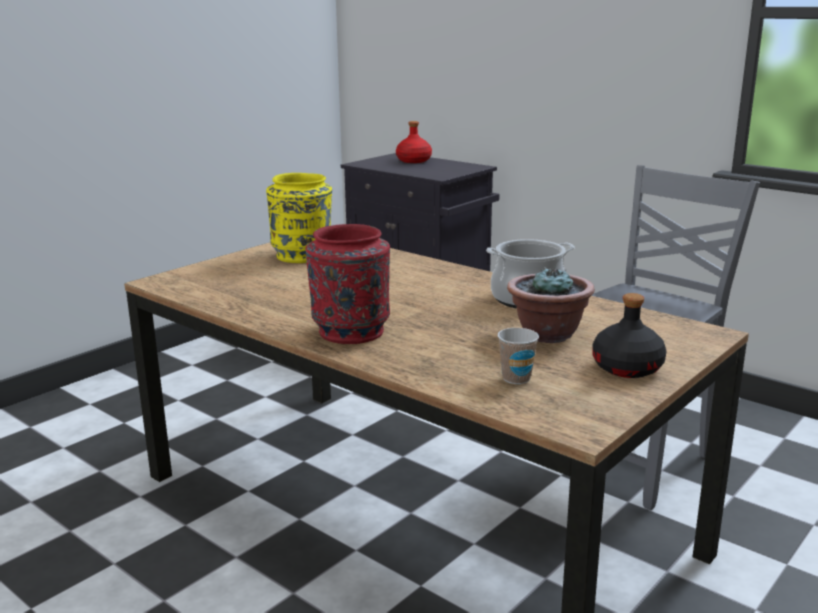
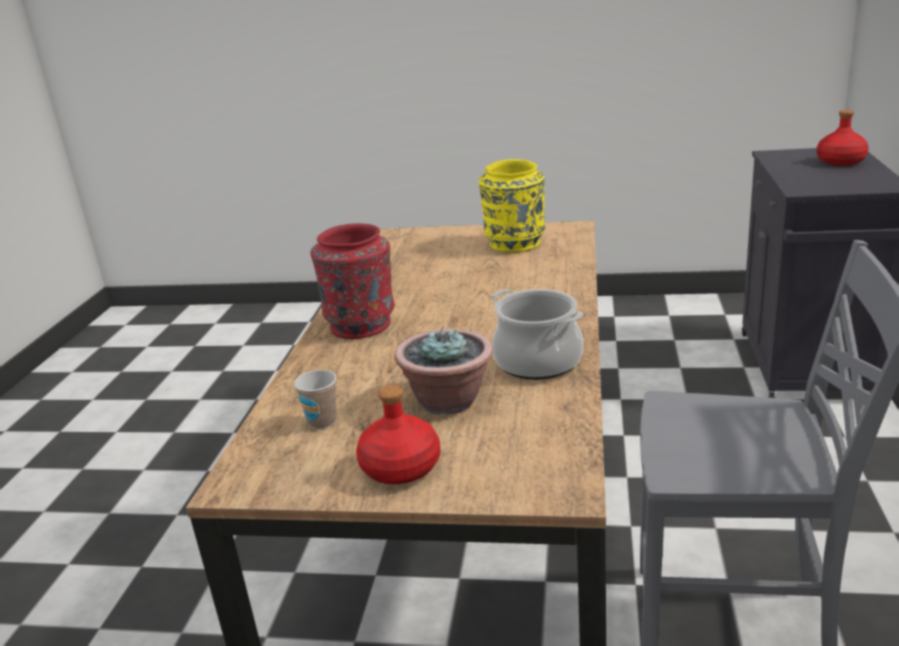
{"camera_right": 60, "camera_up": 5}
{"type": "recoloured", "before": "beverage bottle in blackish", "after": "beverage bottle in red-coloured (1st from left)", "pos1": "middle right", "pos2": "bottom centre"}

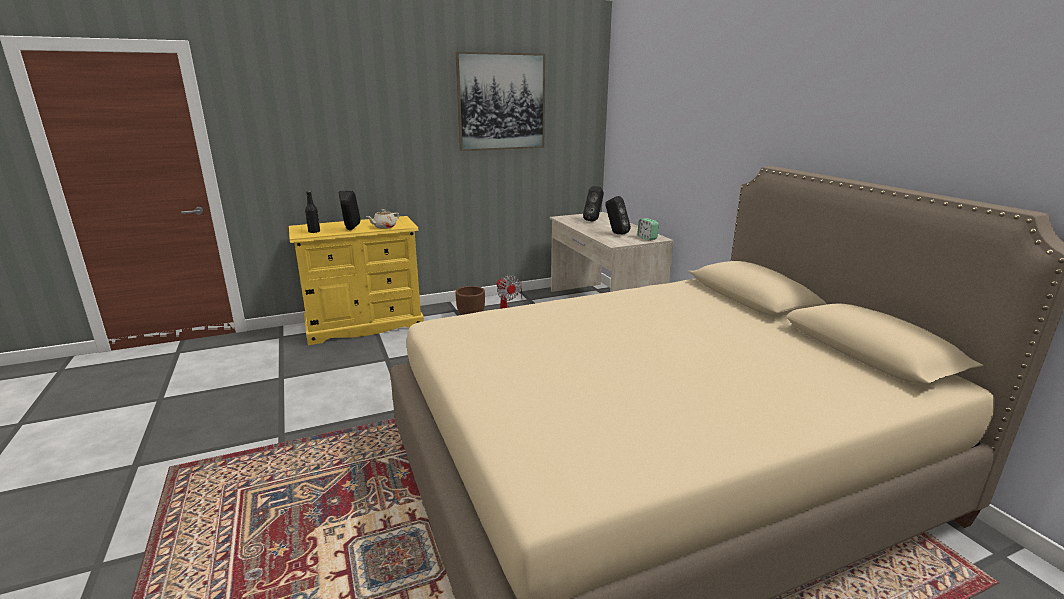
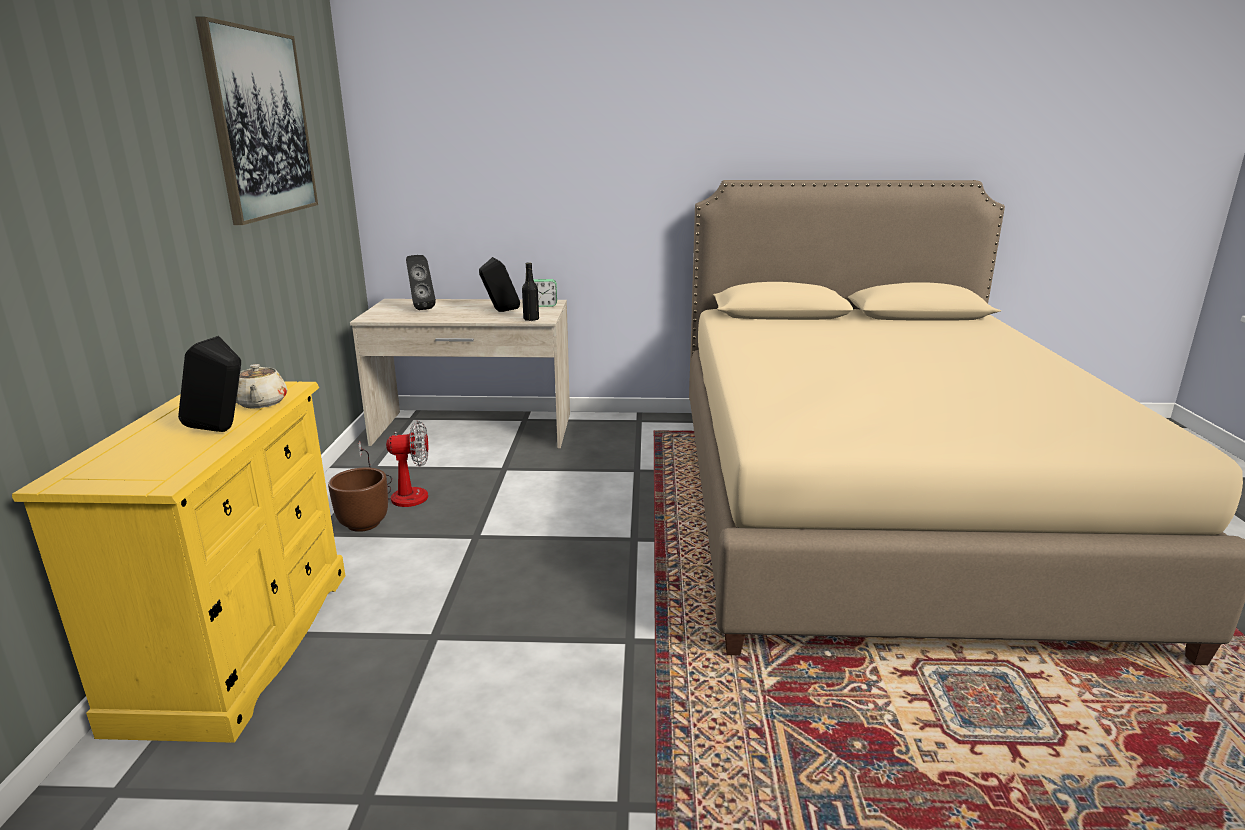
{"camera_right": -65, "camera_up": 0}
{"type": "moved", "before": "beverage bottle in blackish", "pos1": "middle left", "pos2": "centre"}

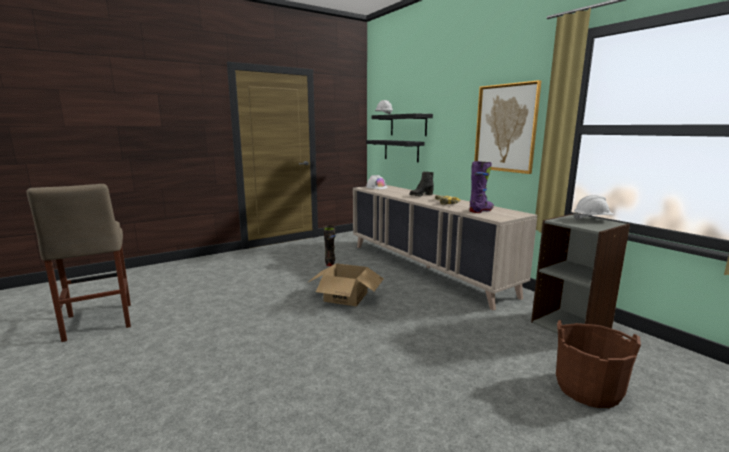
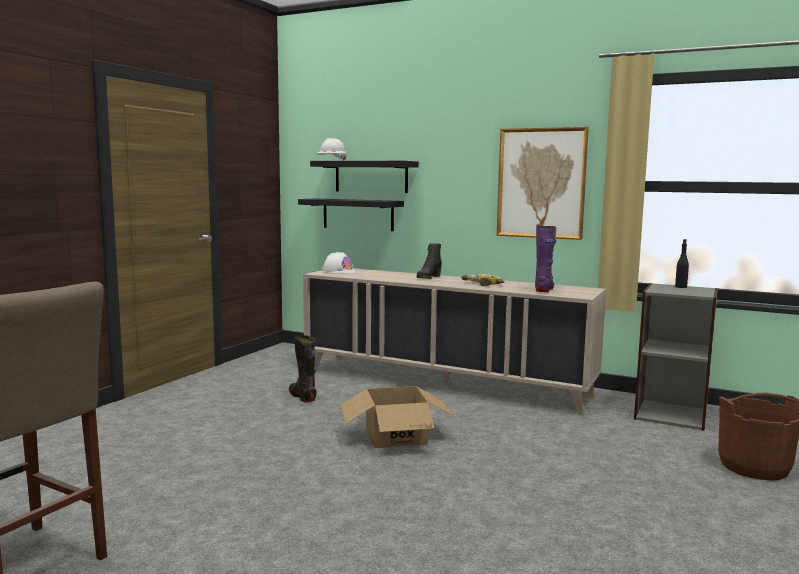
{"camera_right": -30, "camera_up": -5}
{"type": "replaced", "before": "hard hat in white (3rd from left)", "after": "beverage bottle in blackish", "pos1": "middle right", "pos2": "middle right"}

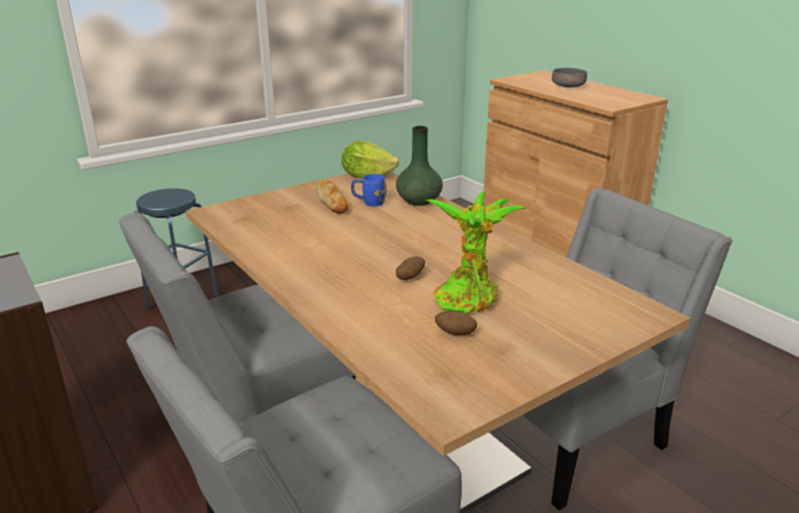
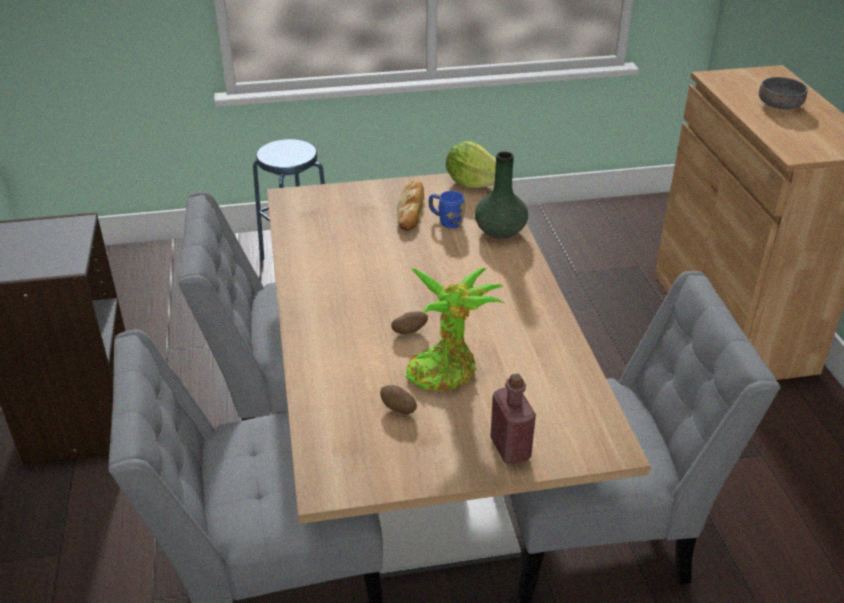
{"camera_right": 25, "camera_up": 10}
{"type": "added", "after": "beverage bottle in red-coloured", "pos2": "bottom centre"}

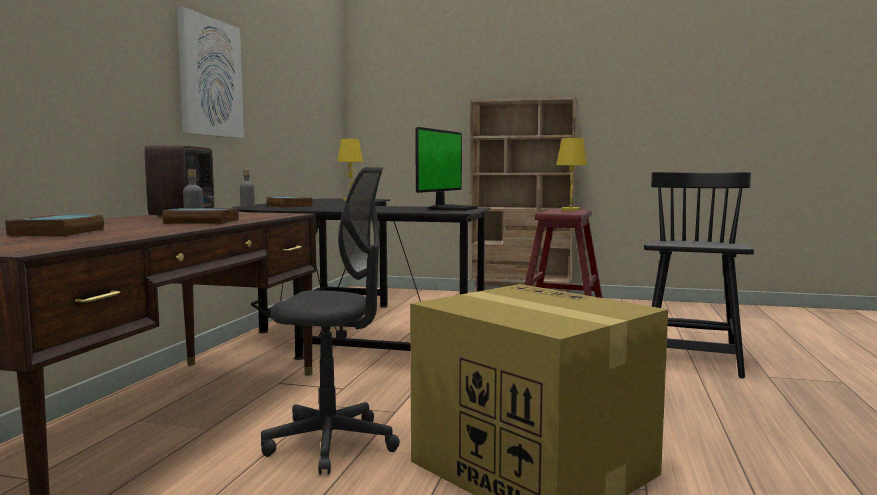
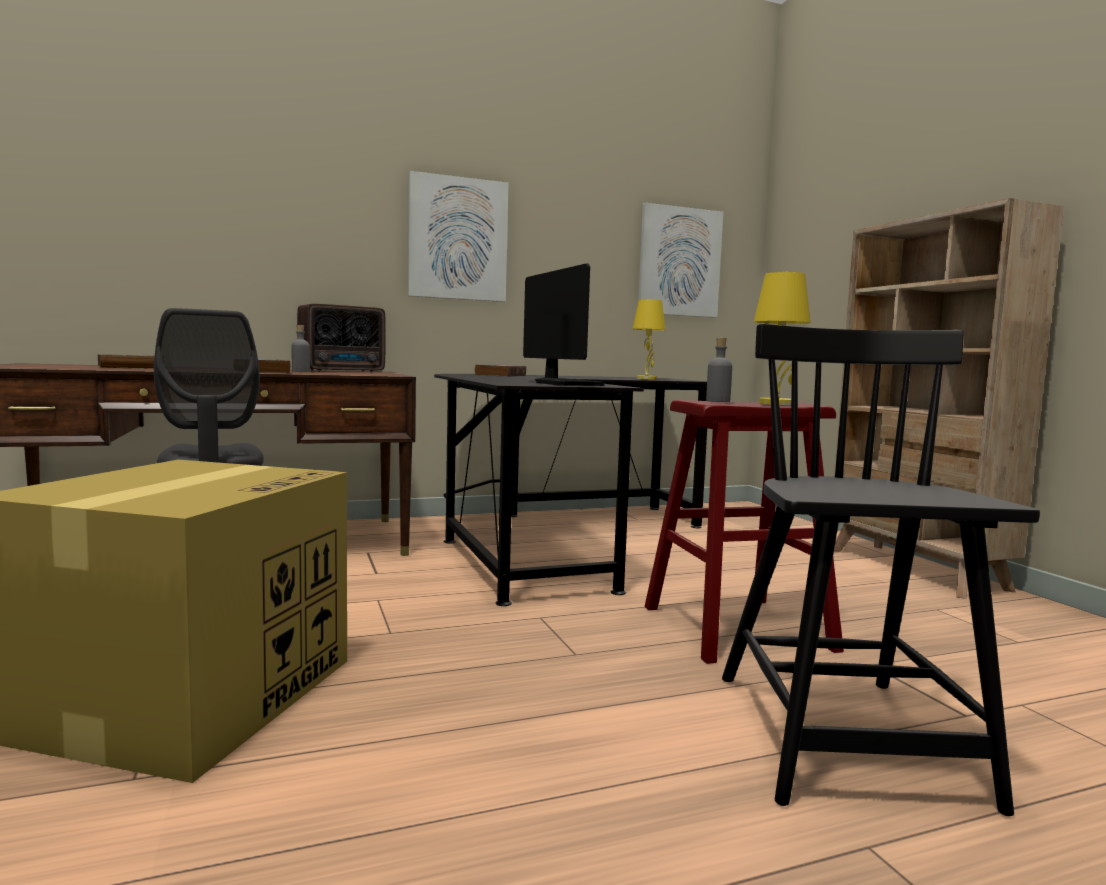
{"camera_right": 55, "camera_up": 0}
{"type": "turned", "before": "computer display", "pos1": "centre", "pos2": "centre", "turn": -105}
{"type": "moved", "before": "beverage bottle in greyish (2nd from left)", "pos1": "middle left", "pos2": "centre"}
{"type": "turned", "before": "upright chair in blackish", "pos1": "middle right", "pos2": "middle right", "turn": -75}
{"type": "added", "after": "wall picture (2nd from left)", "pos2": "top centre"}

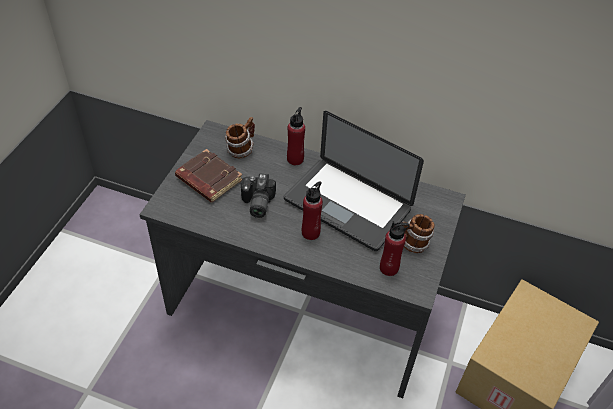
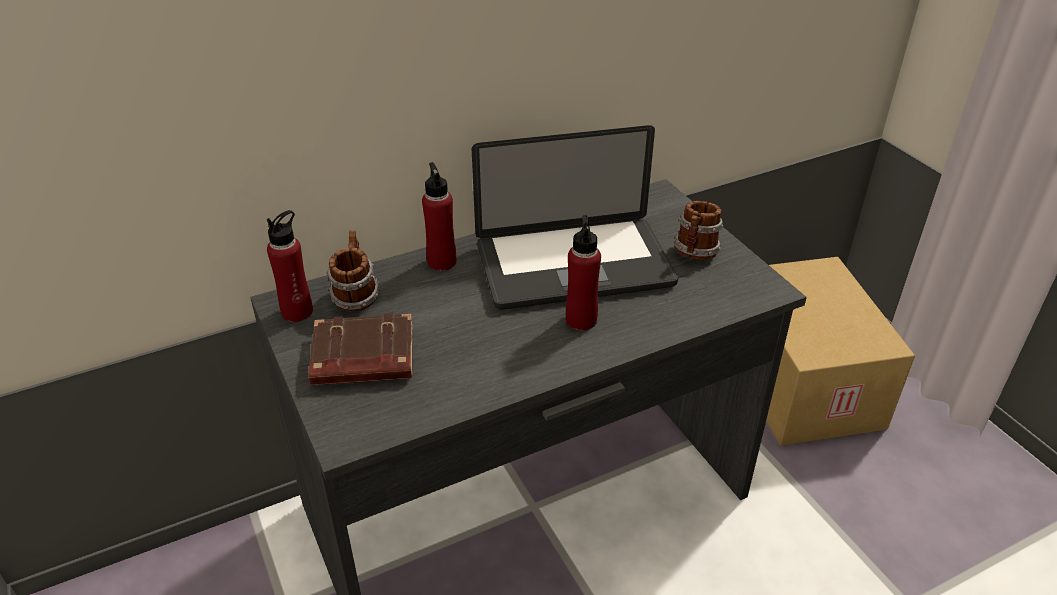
{"camera_right": -45, "camera_up": -10}
{"type": "removed", "before": "still camera", "pos1": "centre"}
{"type": "moved", "before": "beverage bottle in red-coloured (3rd from left in the first image)", "after": "beverage bottle in red-coloured (1st from left)", "pos1": "centre", "pos2": "middle left"}

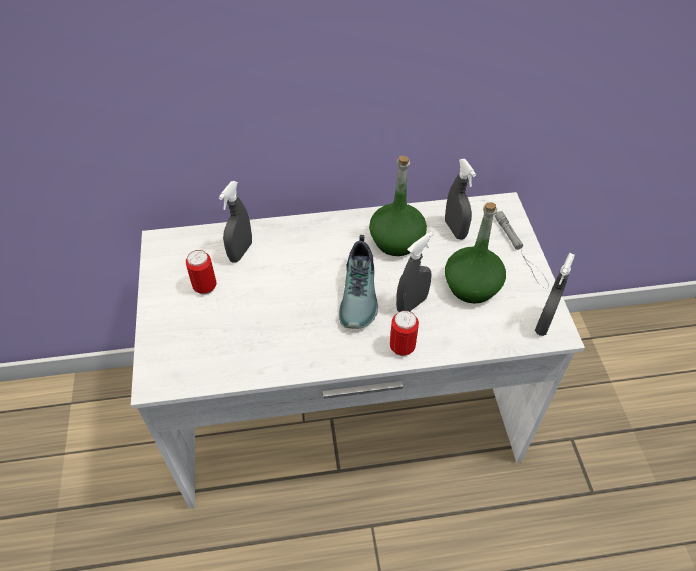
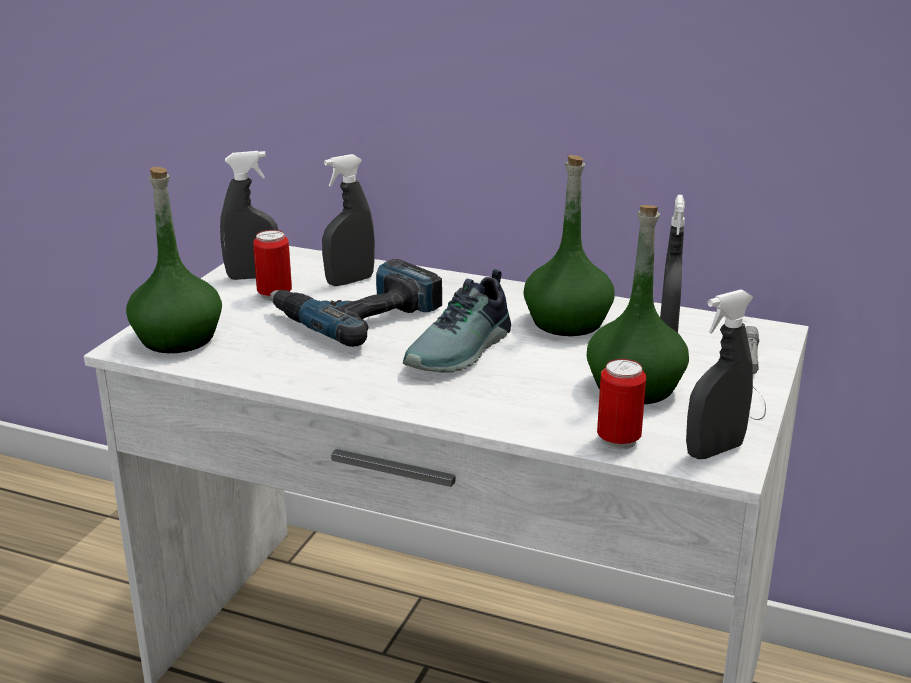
{"camera_right": 30, "camera_up": -25}
{"type": "moved", "before": "sprayer in greyish (2nd from left in the first image)", "after": "sprayer in greyish (1st from left)", "pos1": "centre", "pos2": "top left"}
{"type": "moved", "before": "sealed can (2nd from left)", "pos1": "centre", "pos2": "middle right"}
{"type": "added", "after": "beverage bottle in green (1st from left)", "pos2": "middle left"}
{"type": "added", "after": "electric drill", "pos2": "centre"}

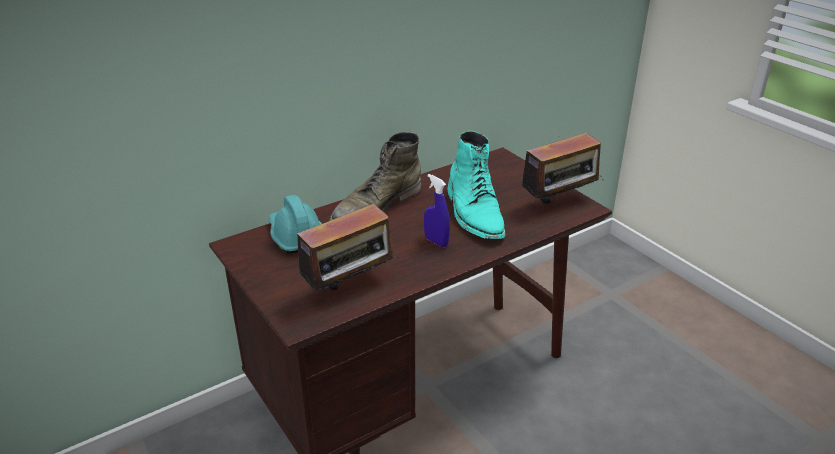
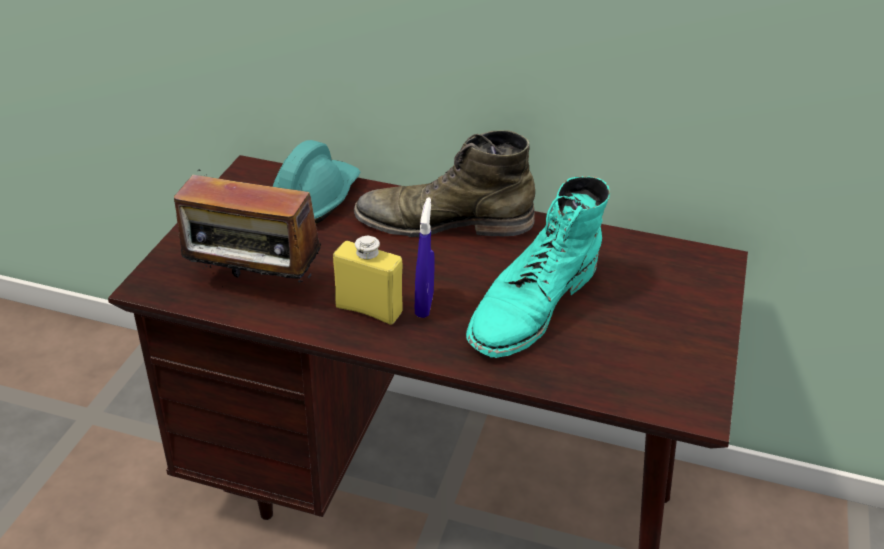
{"camera_right": 50, "camera_up": 5}
{"type": "removed", "before": "radio receiver (2nd from left)", "pos1": "middle right"}
{"type": "added", "after": "beverage bottle in yellow-coloured", "pos2": "centre"}

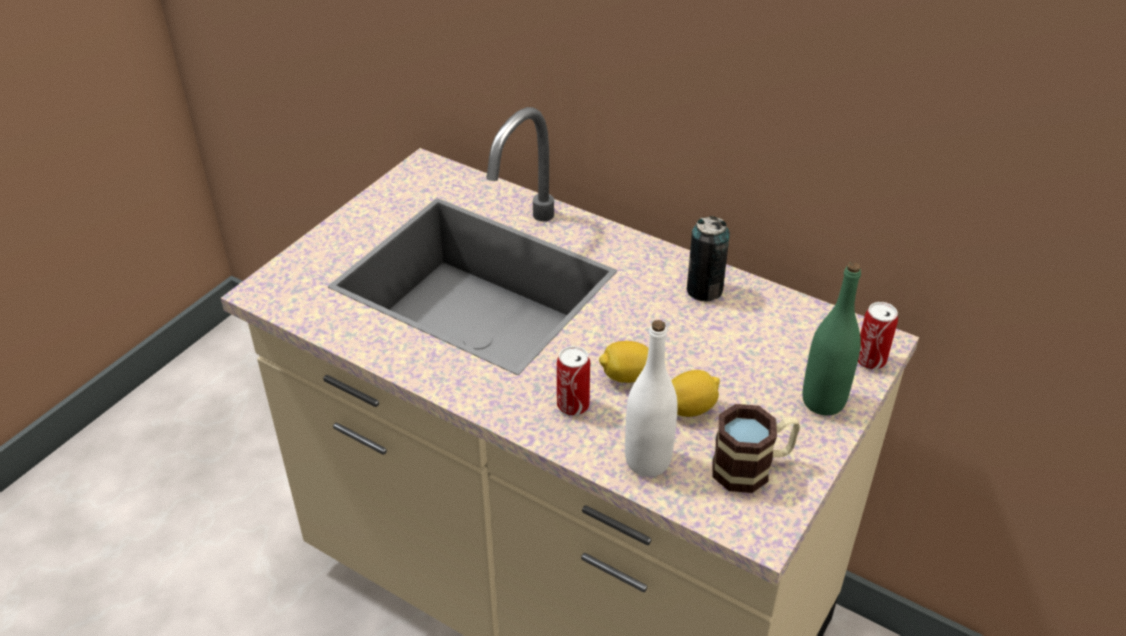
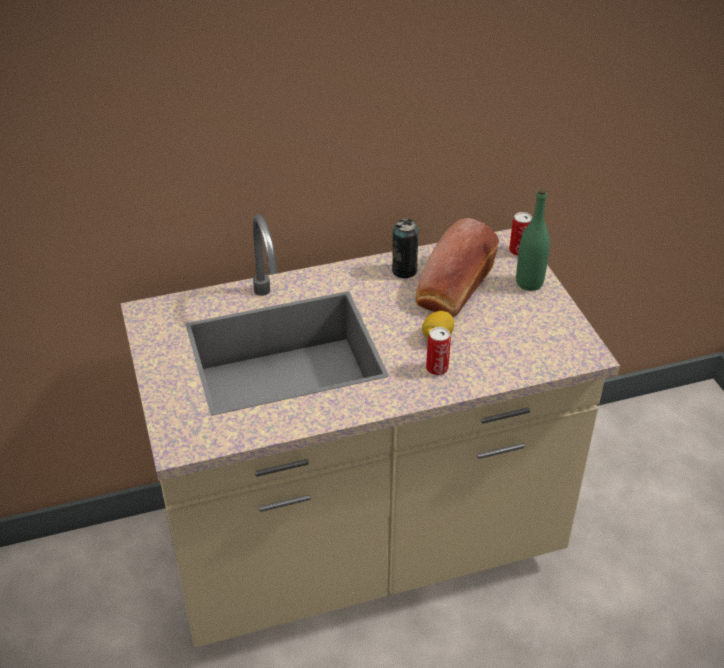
{"camera_right": -50, "camera_up": 0}
{"type": "removed", "before": "beverage bottle in white", "pos1": "centre"}
{"type": "removed", "before": "whole lemon (2nd from left)", "pos1": "centre"}
{"type": "removed", "before": "tea mug", "pos1": "bottom right"}
{"type": "added", "after": "baked bread", "pos2": "centre"}

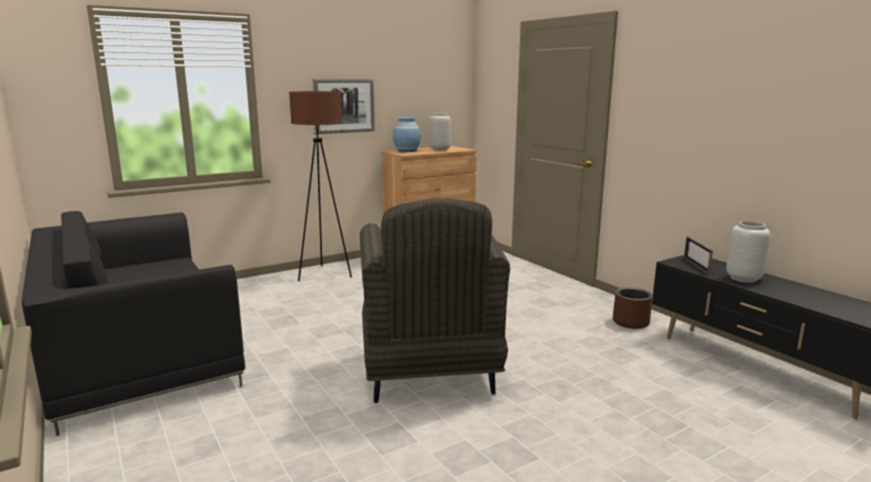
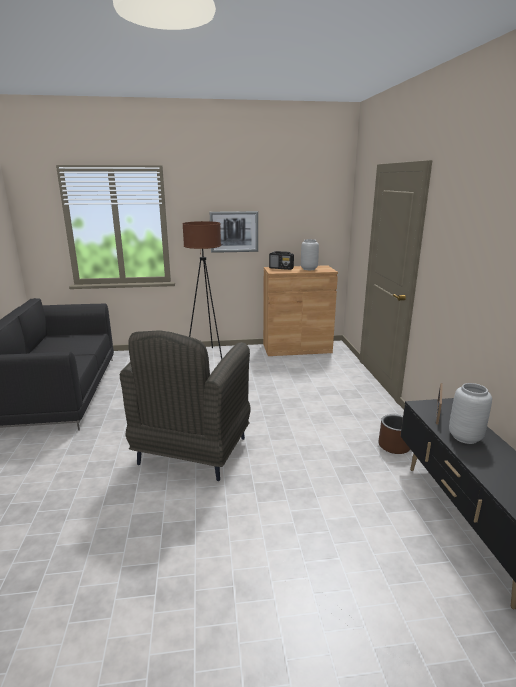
{"camera_right": 25, "camera_up": 5}
{"type": "replaced", "before": "decorative vase in blue-coloured", "after": "radio receiver", "pos1": "top centre", "pos2": "centre"}

